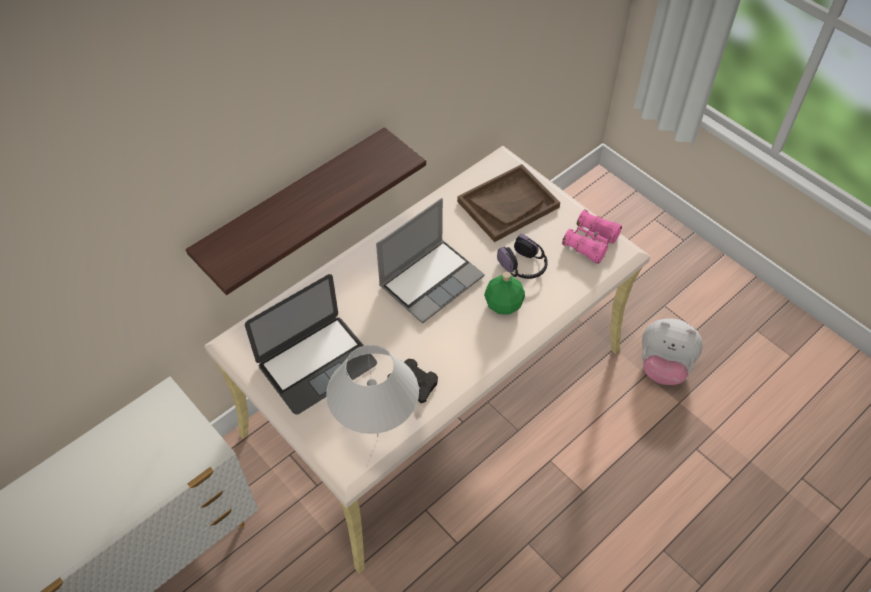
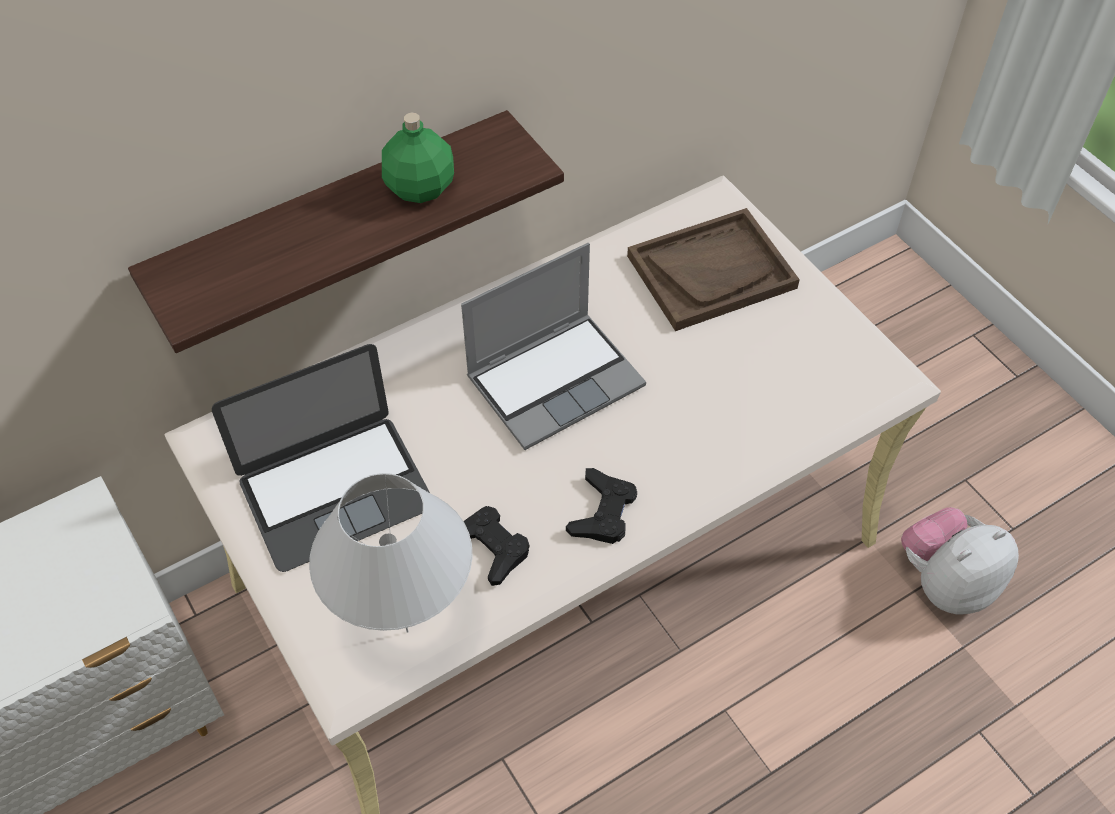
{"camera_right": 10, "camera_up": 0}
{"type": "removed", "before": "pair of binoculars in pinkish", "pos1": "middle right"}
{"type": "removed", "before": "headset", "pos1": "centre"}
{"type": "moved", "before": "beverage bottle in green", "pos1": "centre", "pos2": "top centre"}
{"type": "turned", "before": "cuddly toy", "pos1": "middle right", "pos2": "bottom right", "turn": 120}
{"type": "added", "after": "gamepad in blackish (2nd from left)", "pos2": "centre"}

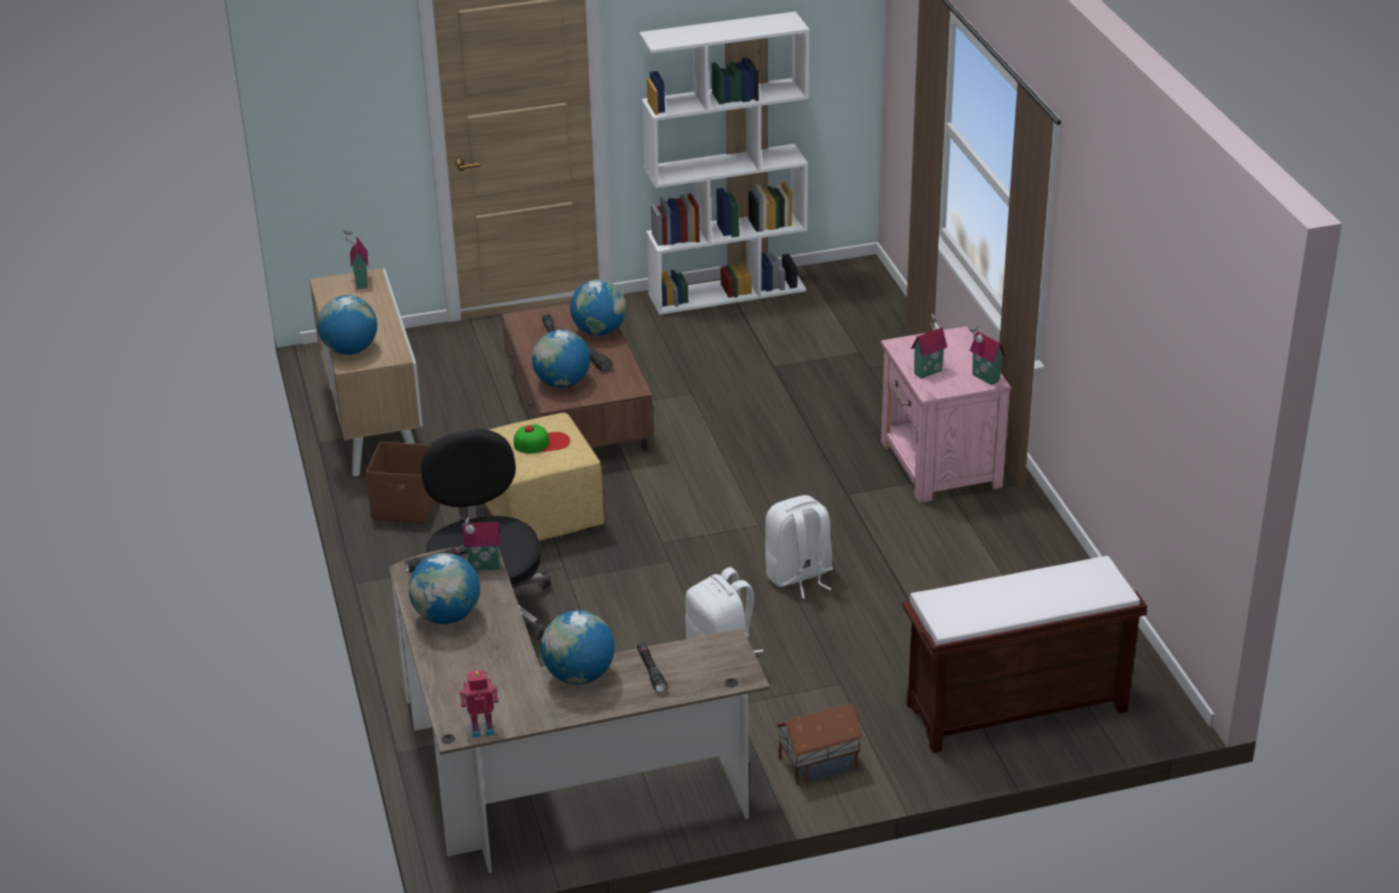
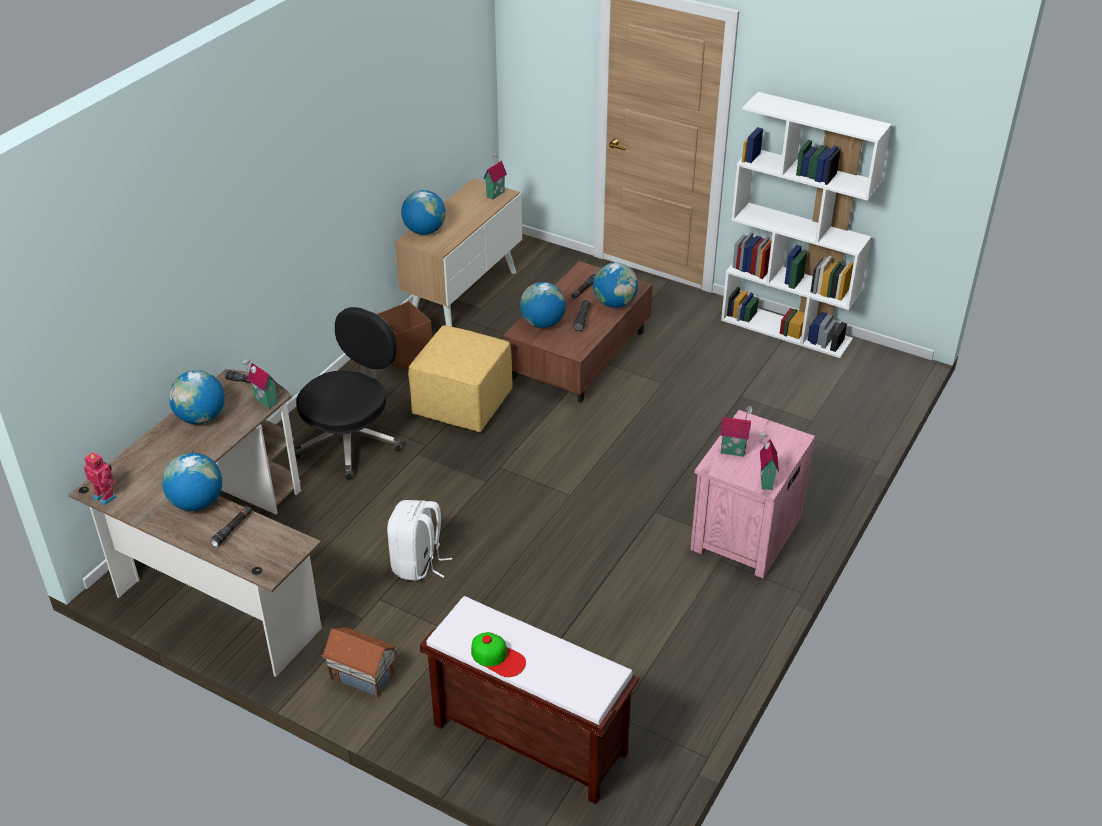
{"camera_right": 45, "camera_up": 5}
{"type": "moved", "before": "baseball cap", "pos1": "centre", "pos2": "bottom centre"}
{"type": "removed", "before": "rucksack in white (2nd from left)", "pos1": "centre"}

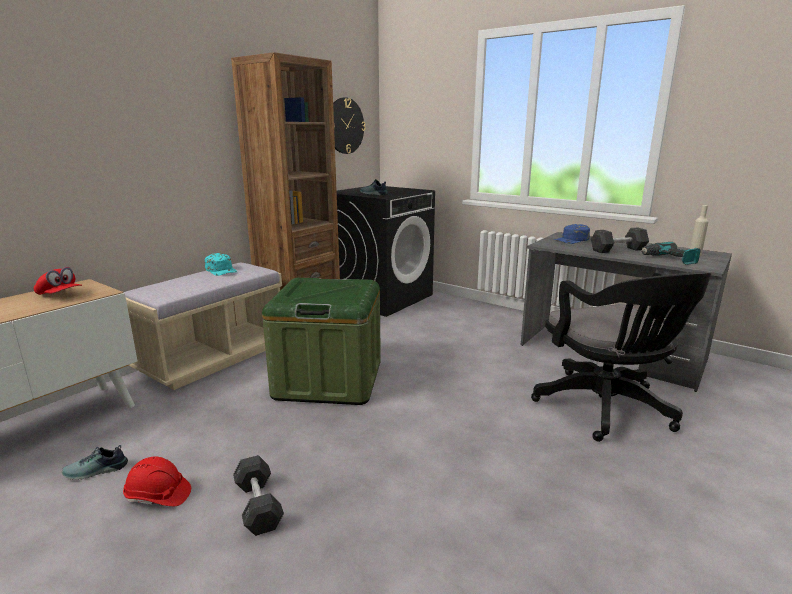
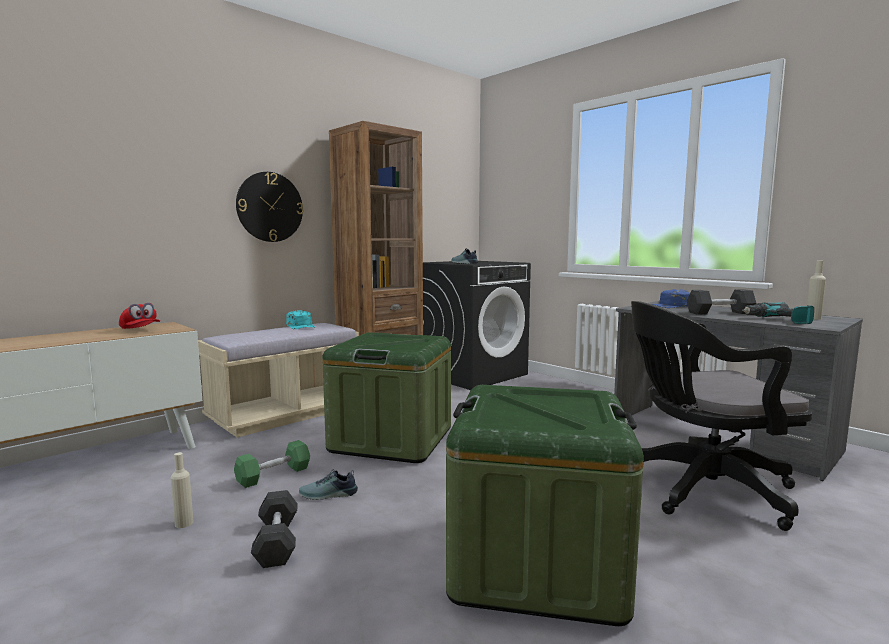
{"camera_right": 10, "camera_up": -10}
{"type": "moved", "before": "hanging clock", "pos1": "top centre", "pos2": "top left"}
{"type": "turned", "before": "desk chair in blackish", "pos1": "middle right", "pos2": "middle right", "turn": 90}
{"type": "moved", "before": "item of footwear (1st from left)", "pos1": "bottom left", "pos2": "bottom centre"}
{"type": "replaced", "before": "hard hat in red-coloured", "after": "beverage bottle in beige-coloured (1st from left)", "pos1": "bottom left", "pos2": "bottom left"}
{"type": "added", "after": "storage container in green (2nd from left)", "pos2": "bottom centre"}
{"type": "added", "after": "free weight in green", "pos2": "bottom left"}

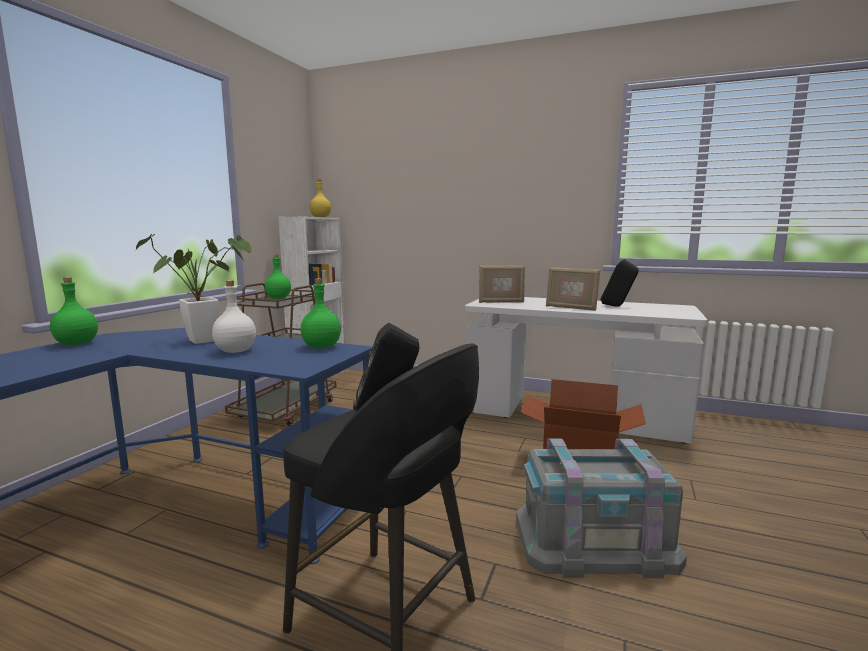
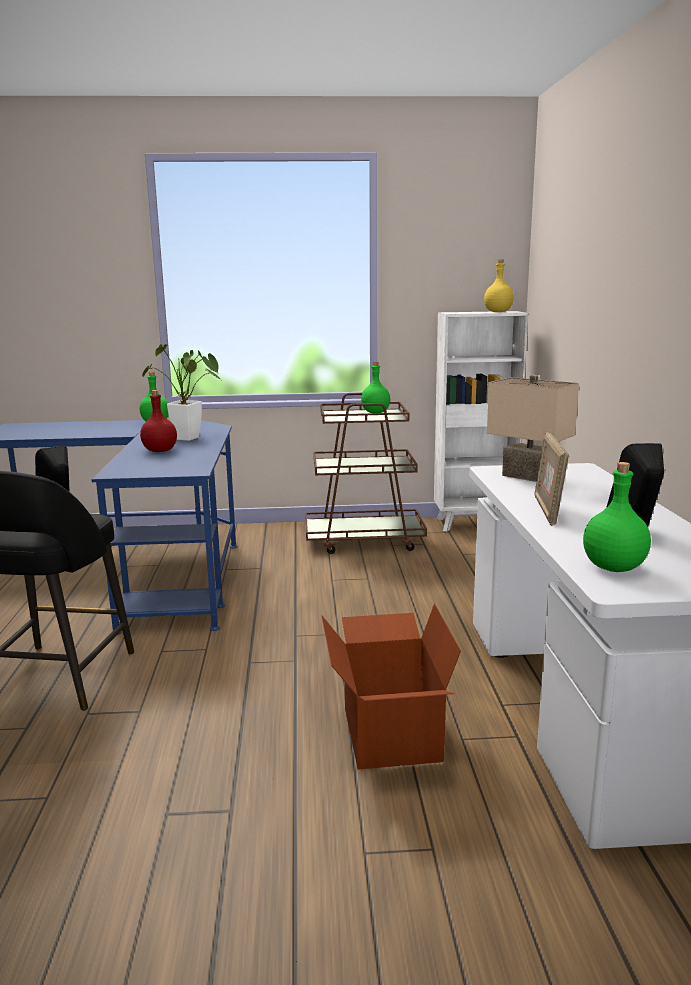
{"camera_right": 65, "camera_up": 5}
{"type": "replaced", "before": "picture frame (1st from left)", "after": "table lamp in beige-coloured", "pos1": "centre", "pos2": "middle right"}
{"type": "moved", "before": "beverage bottle in green (3rd from left)", "pos1": "centre", "pos2": "middle right"}
{"type": "recoloured", "before": "beverage bottle in white", "after": "beverage bottle in red-coloured", "pos1": "middle left", "pos2": "middle left"}
{"type": "removed", "before": "storage container in greyish", "pos1": "bottom right"}

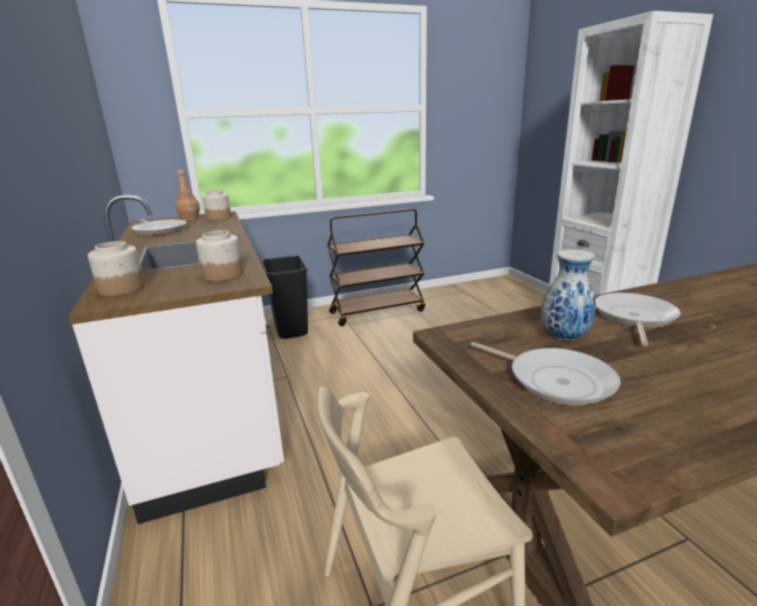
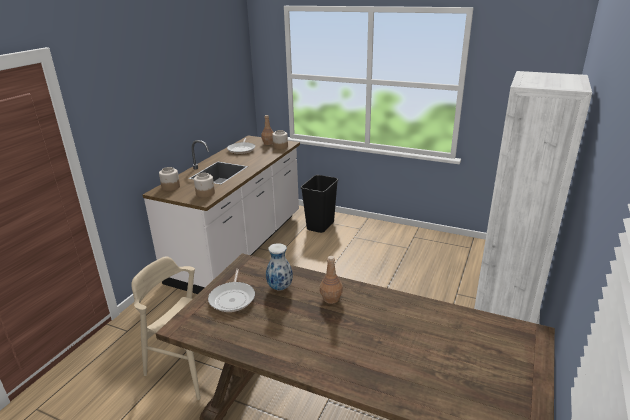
{"camera_right": 45, "camera_up": 5}
{"type": "removed", "before": "wheeled cart in brown-coloured", "pos1": "centre"}
{"type": "replaced", "before": "pan (3rd from left)", "after": "beverage bottle in brown-coloured (2nd from left)", "pos1": "middle right", "pos2": "bottom centre"}

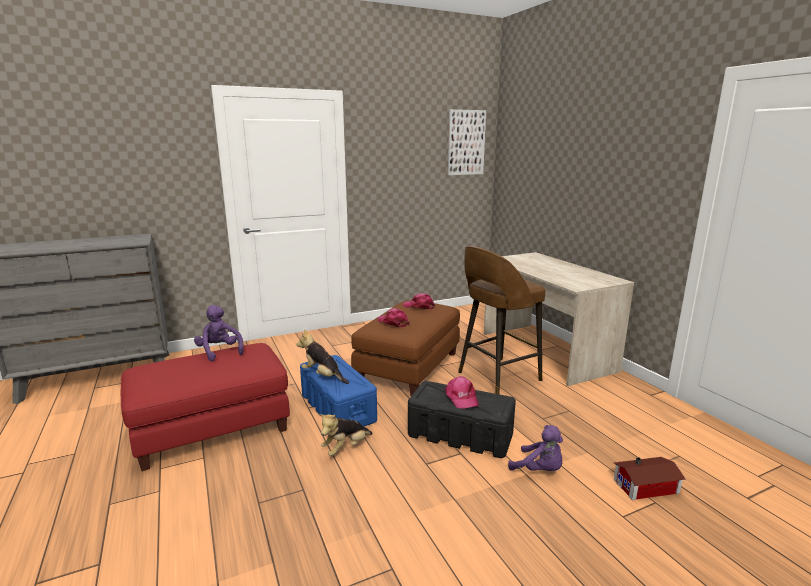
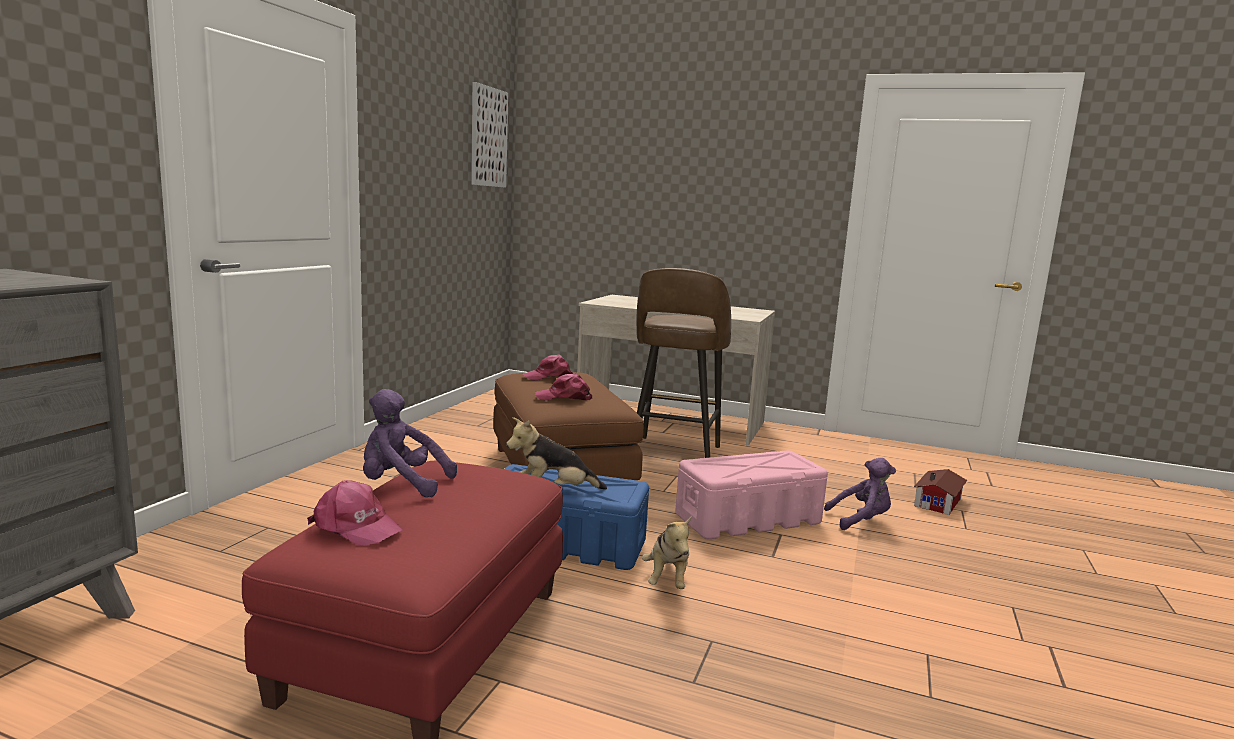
{"camera_right": -45, "camera_up": -5}
{"type": "moved", "before": "baseball cap in pinkish (3rd from left in the first image)", "after": "baseball cap in pinkish (1st from left)", "pos1": "bottom centre", "pos2": "bottom left"}
{"type": "recoloured", "before": "storage container in blackish", "after": "storage container in pinkish", "pos1": "bottom centre", "pos2": "bottom centre"}

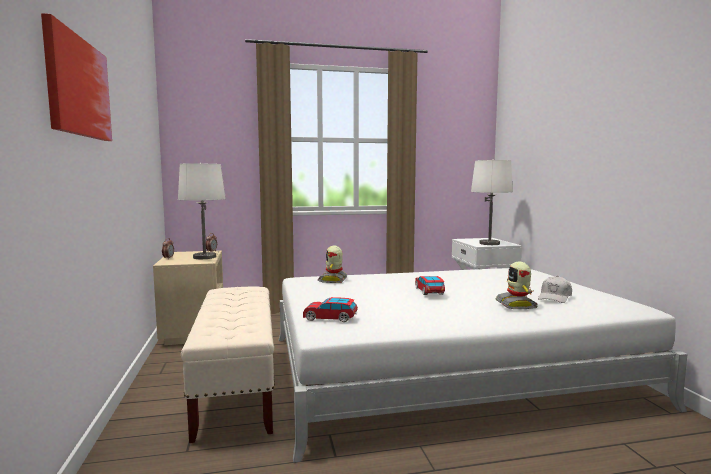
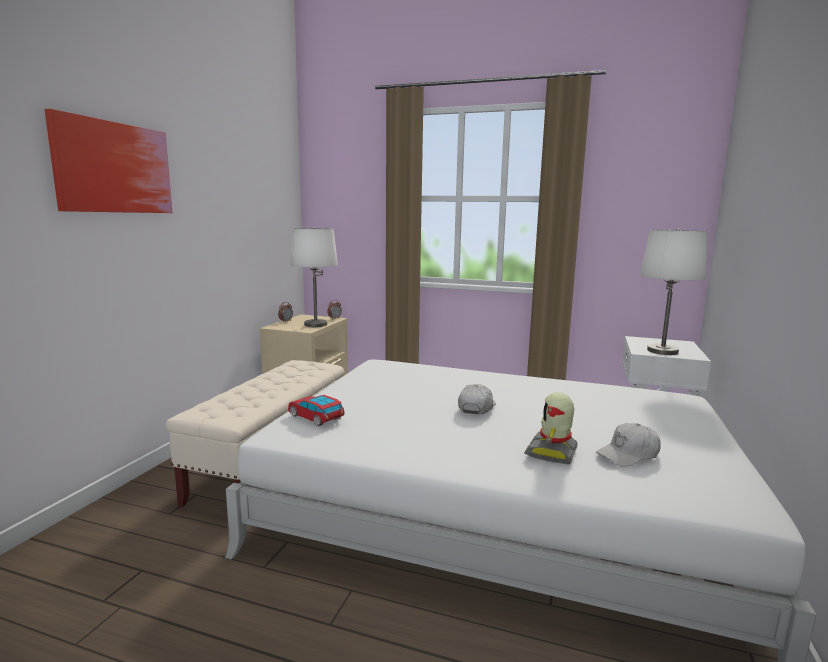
{"camera_right": 30, "camera_up": 5}
{"type": "removed", "before": "toy robot (1st from left)", "pos1": "centre"}
{"type": "replaced", "before": "toy car (2nd from left)", "after": "baseball cap in white (1st from left)", "pos1": "centre", "pos2": "centre"}

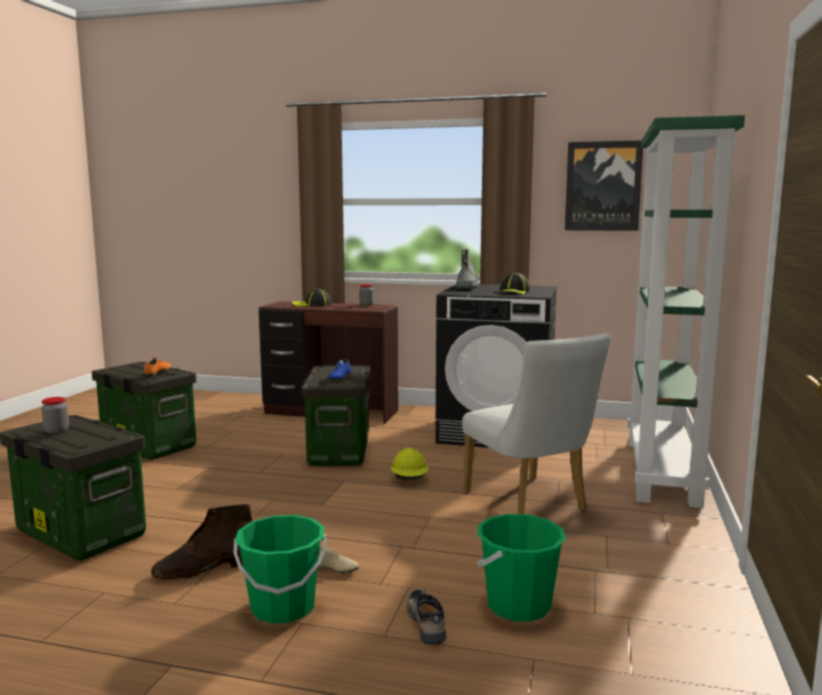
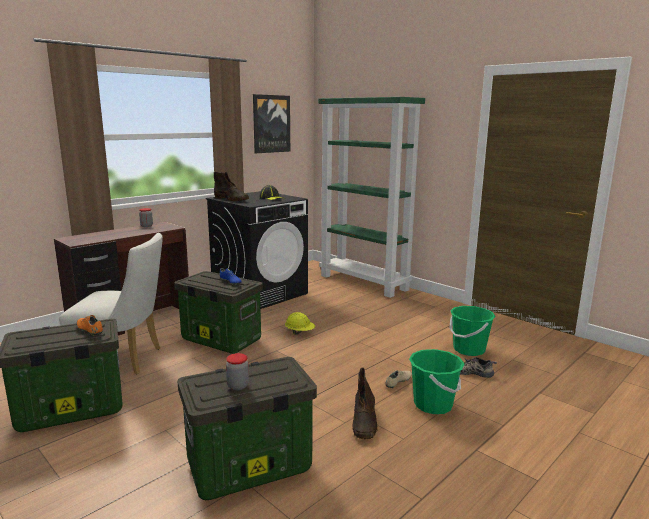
{"camera_right": -60, "camera_up": 5}
{"type": "recoloured", "before": "high-top boot in greyish", "after": "high-top boot in brown-coloured (1st from left)", "pos1": "centre", "pos2": "centre"}
{"type": "removed", "before": "baseball cap (1st from left)", "pos1": "centre"}
{"type": "moved", "before": "upright chair in white", "pos1": "centre", "pos2": "middle left"}

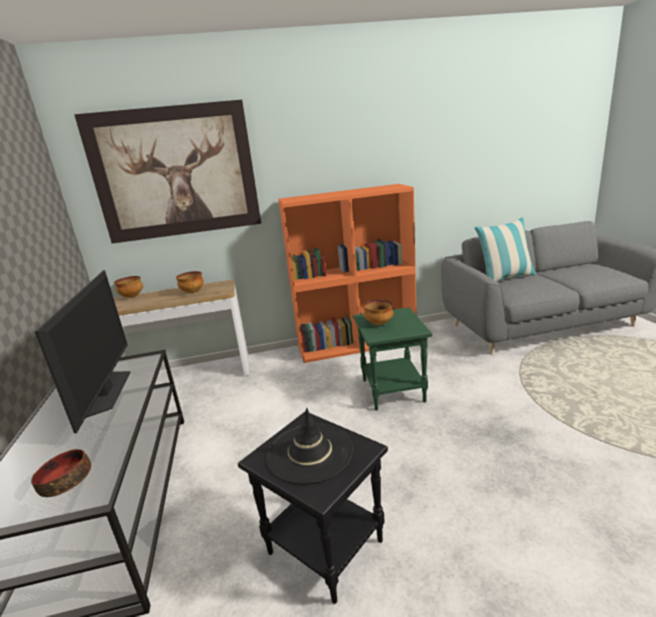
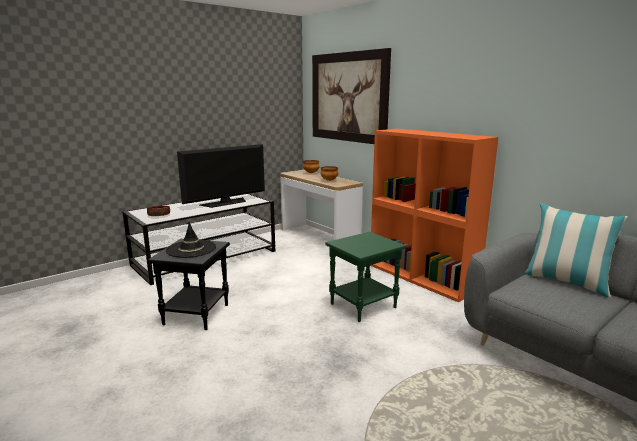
{"camera_right": 60, "camera_up": -5}
{"type": "removed", "before": "serving bowl (4th from left)", "pos1": "centre"}

